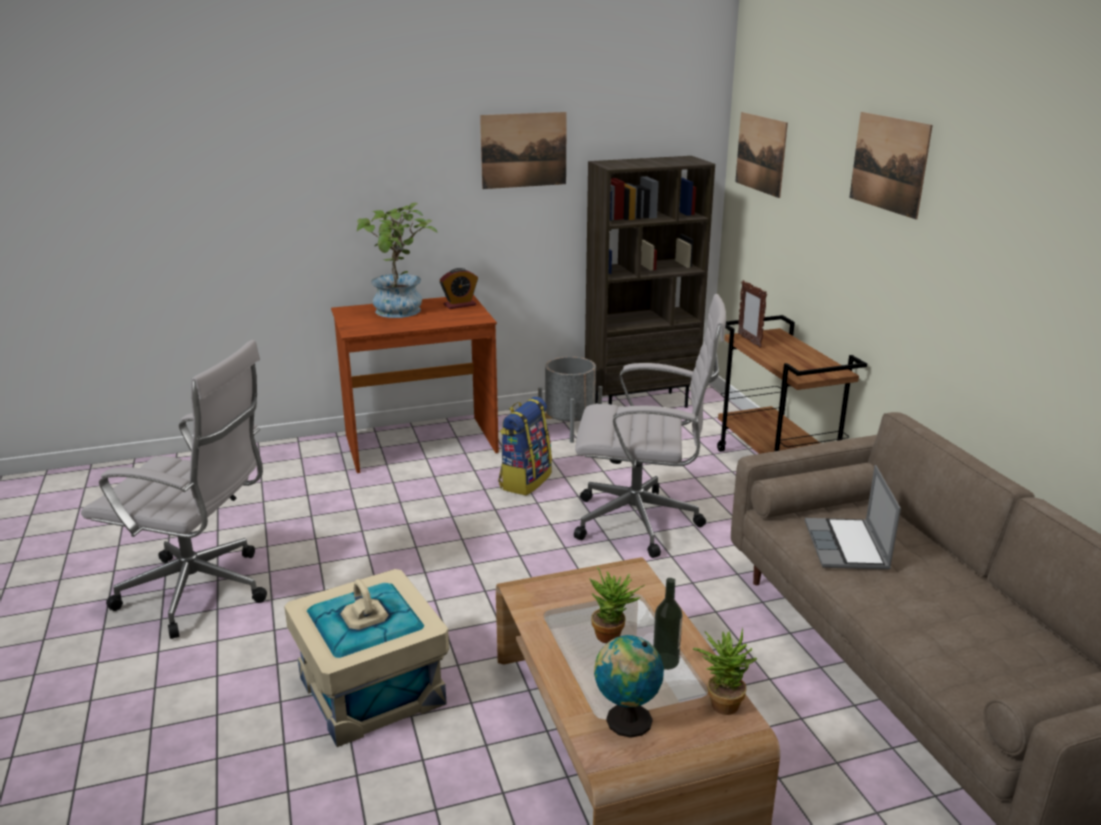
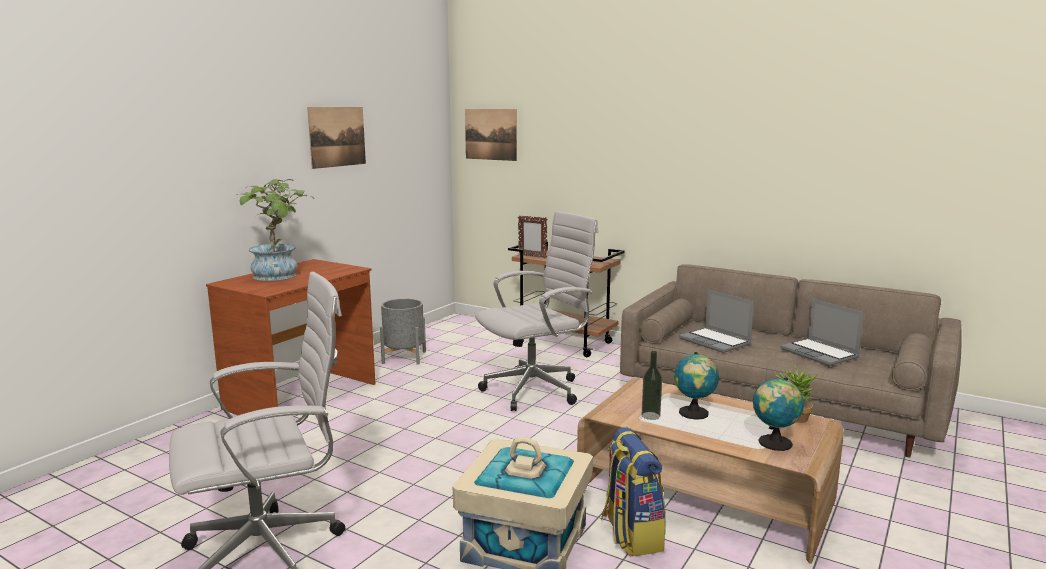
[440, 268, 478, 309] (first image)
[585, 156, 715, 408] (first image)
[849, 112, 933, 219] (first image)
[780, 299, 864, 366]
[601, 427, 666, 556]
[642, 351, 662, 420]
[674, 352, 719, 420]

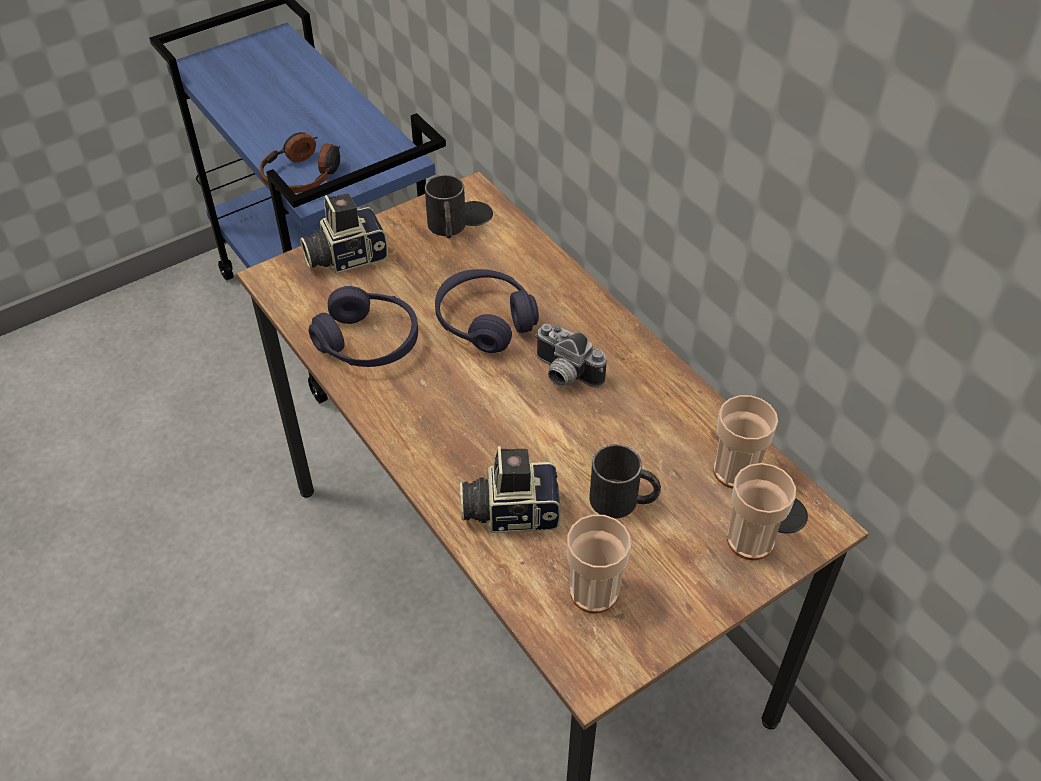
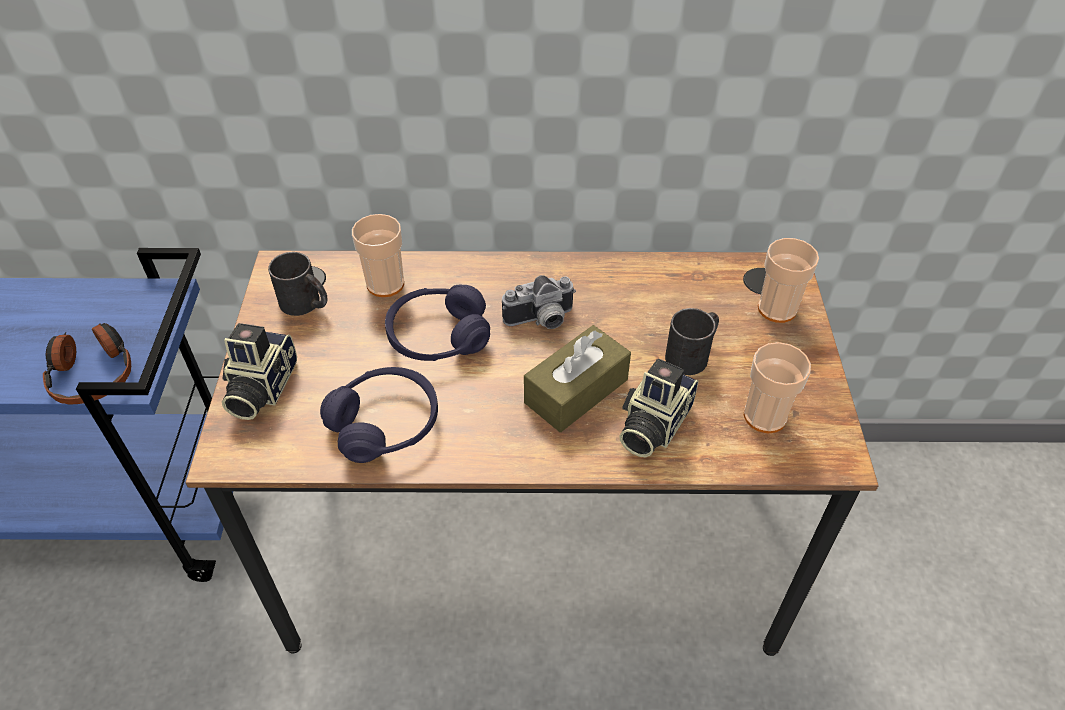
[524, 325, 631, 432]
[352, 214, 404, 297]

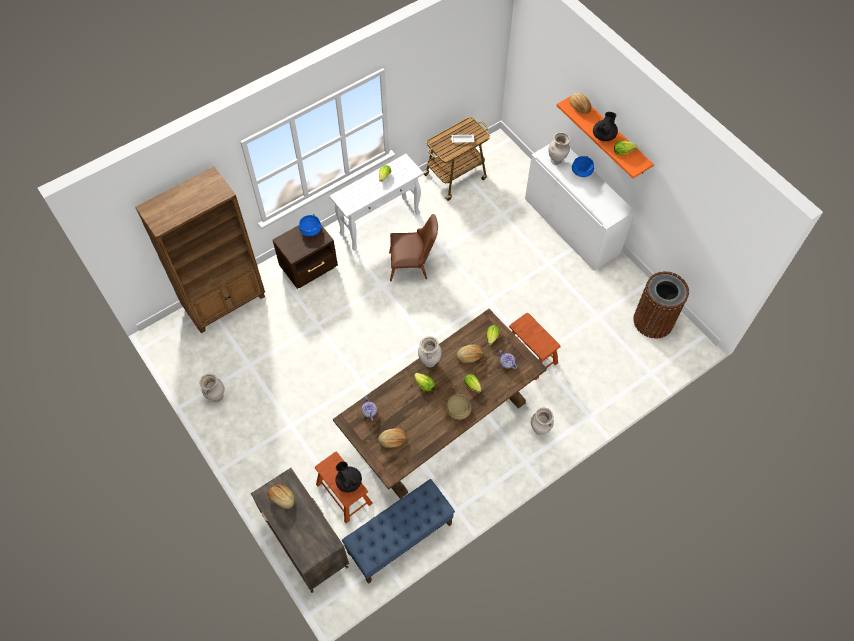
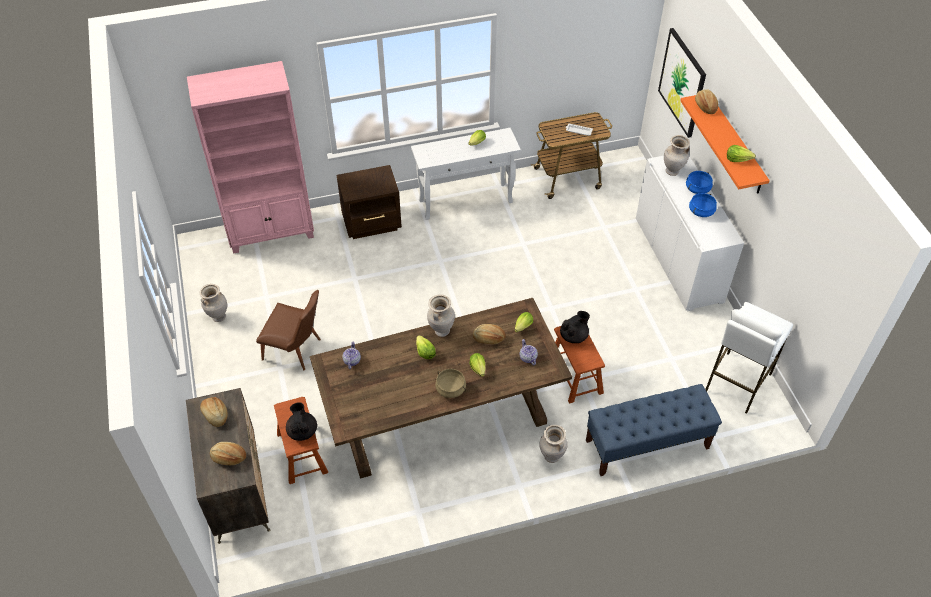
[658, 28, 706, 138]
[689, 193, 717, 217]
[586, 384, 722, 476]
[210, 442, 246, 465]
[256, 290, 321, 371]
[560, 311, 590, 343]
[705, 302, 793, 414]
[187, 61, 314, 254]

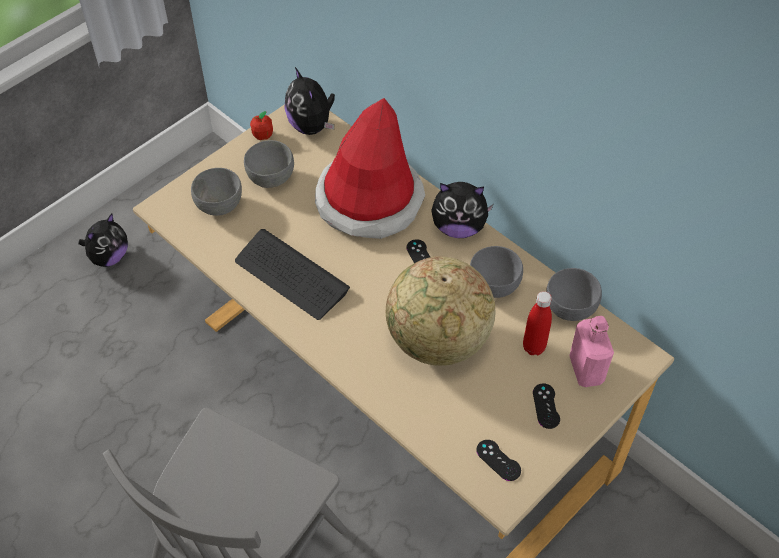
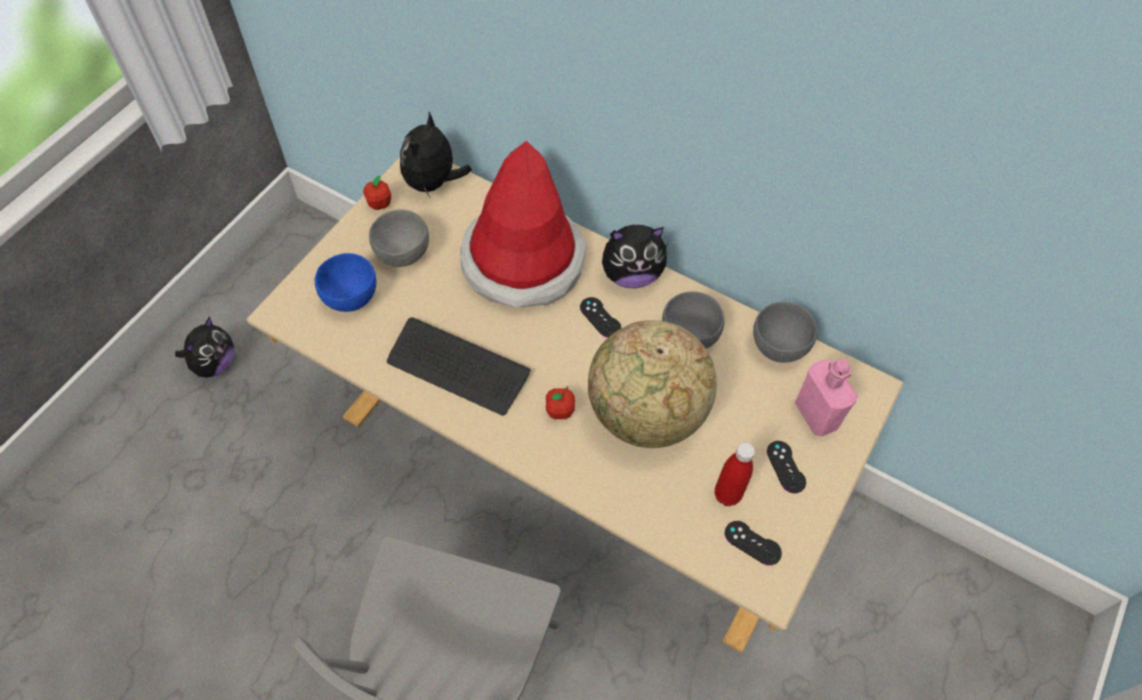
[546, 386, 575, 419]
[715, 442, 755, 506]
[315, 253, 376, 312]
[400, 112, 472, 197]

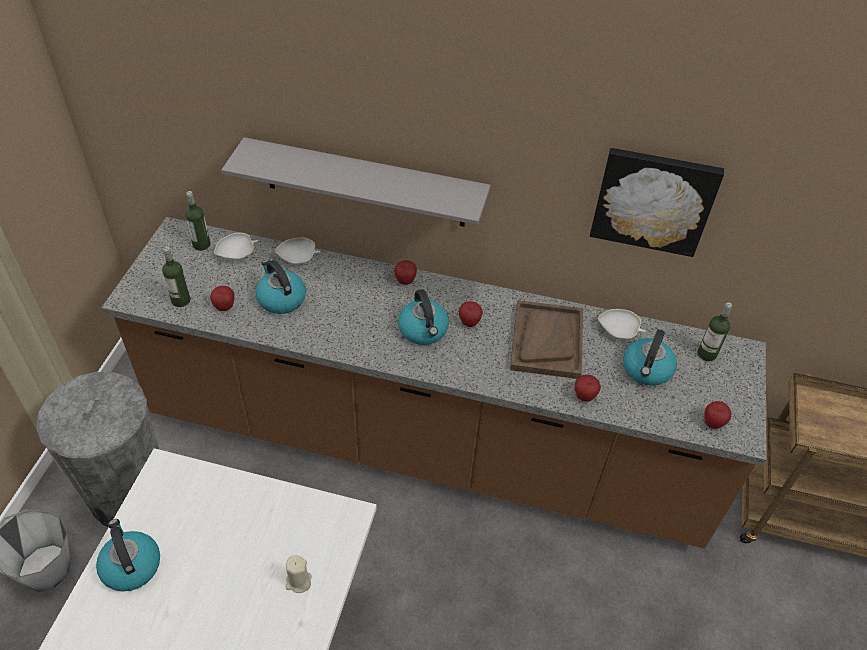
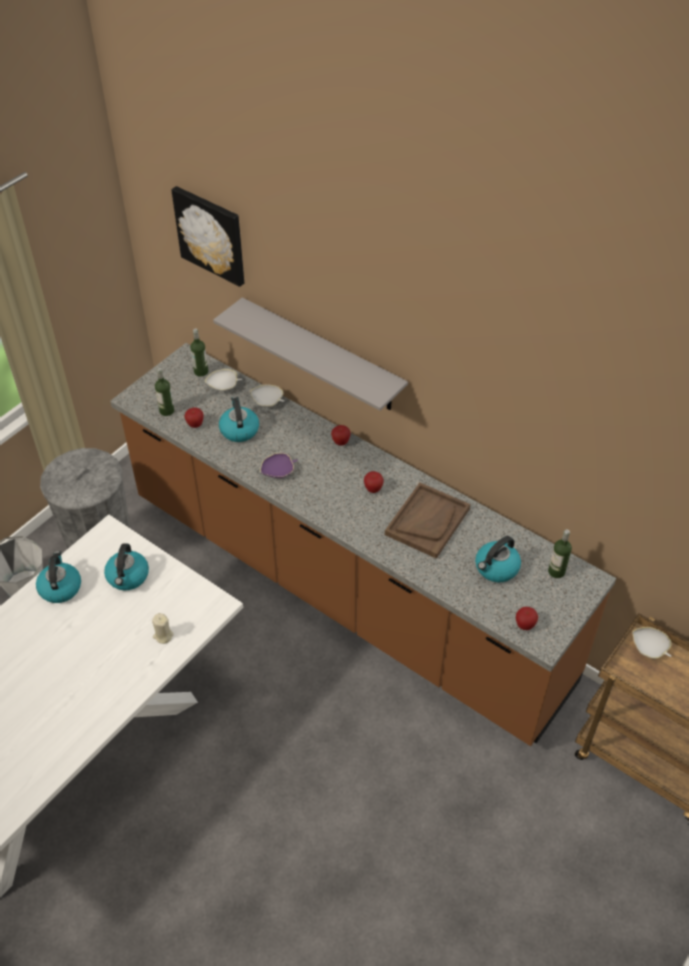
[575, 375, 601, 402] (first image)
[260, 453, 298, 478]
[104, 543, 149, 590]
[171, 186, 244, 287]
[632, 627, 672, 659]

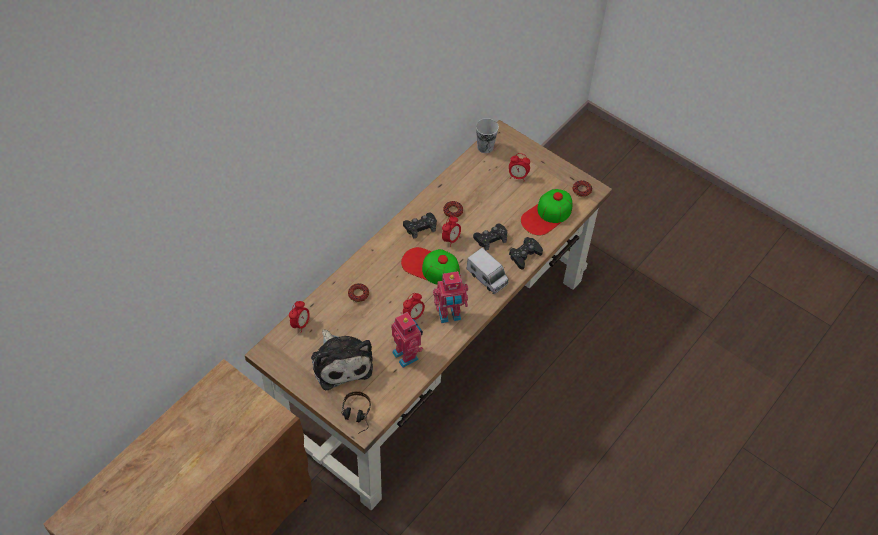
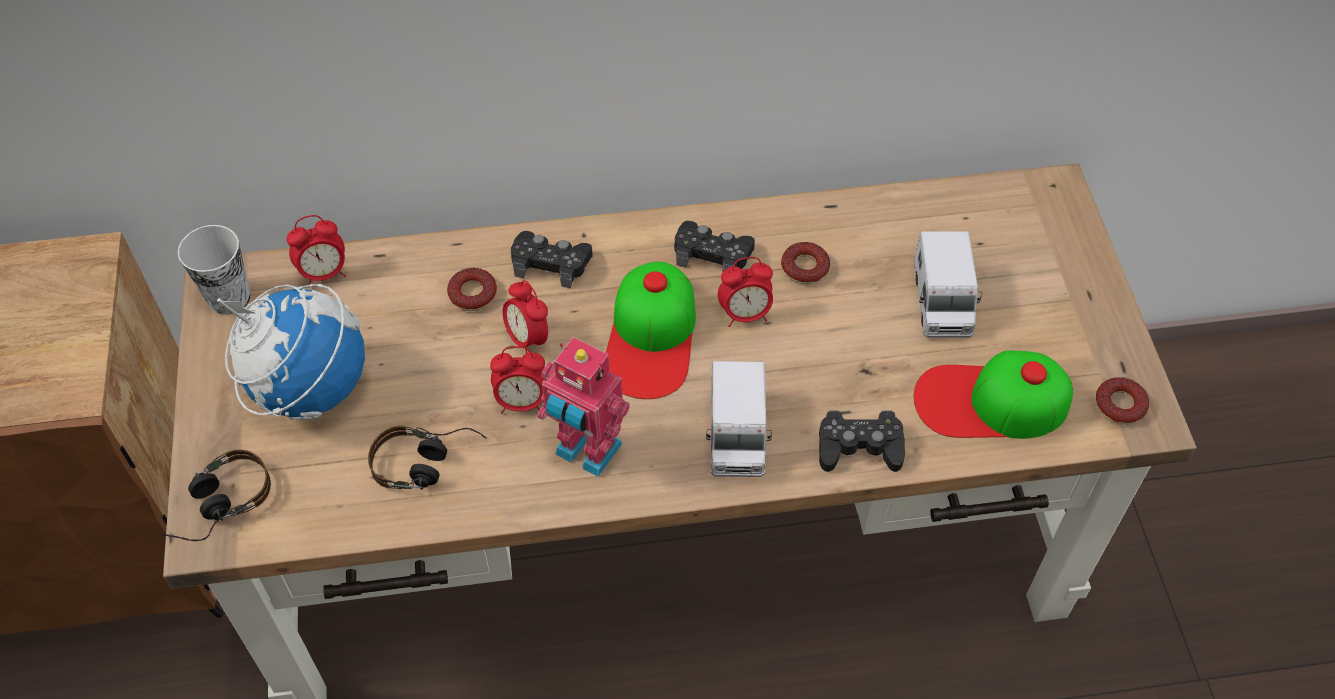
[913, 231, 983, 338]
[511, 231, 593, 288]
[178, 225, 251, 315]
[503, 280, 548, 353]
[217, 284, 365, 420]
[368, 426, 487, 490]
[606, 262, 696, 399]

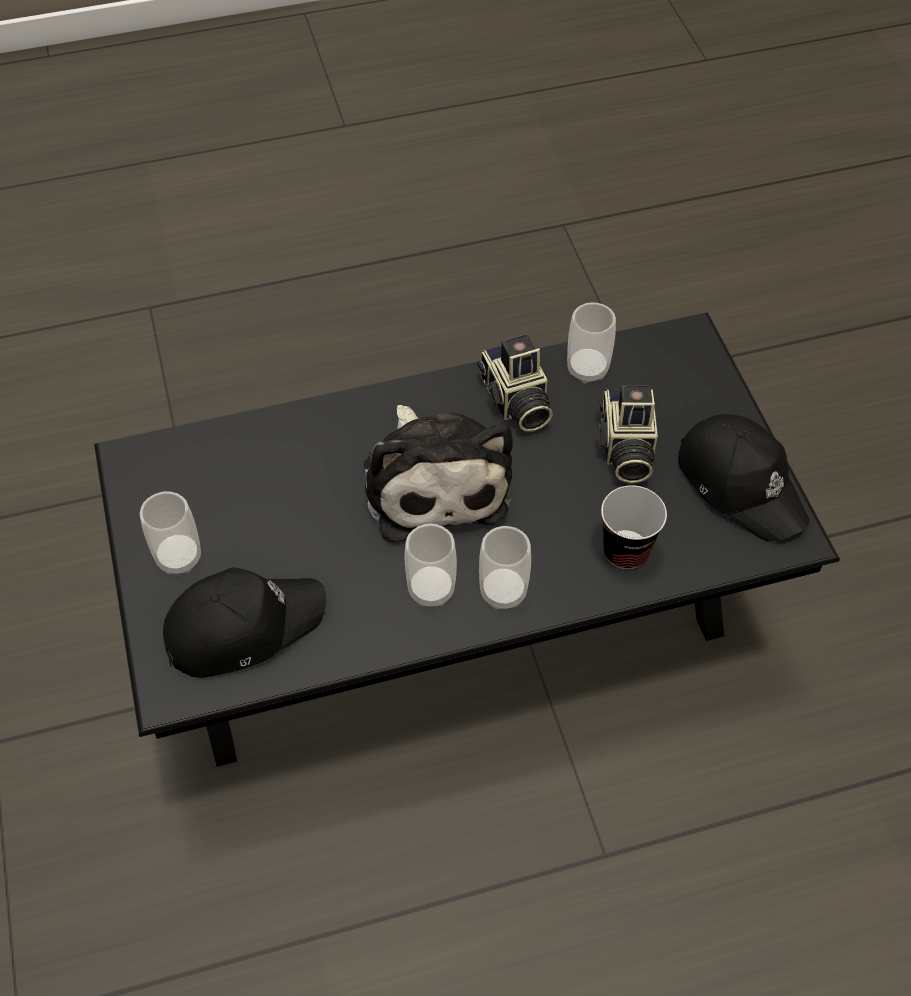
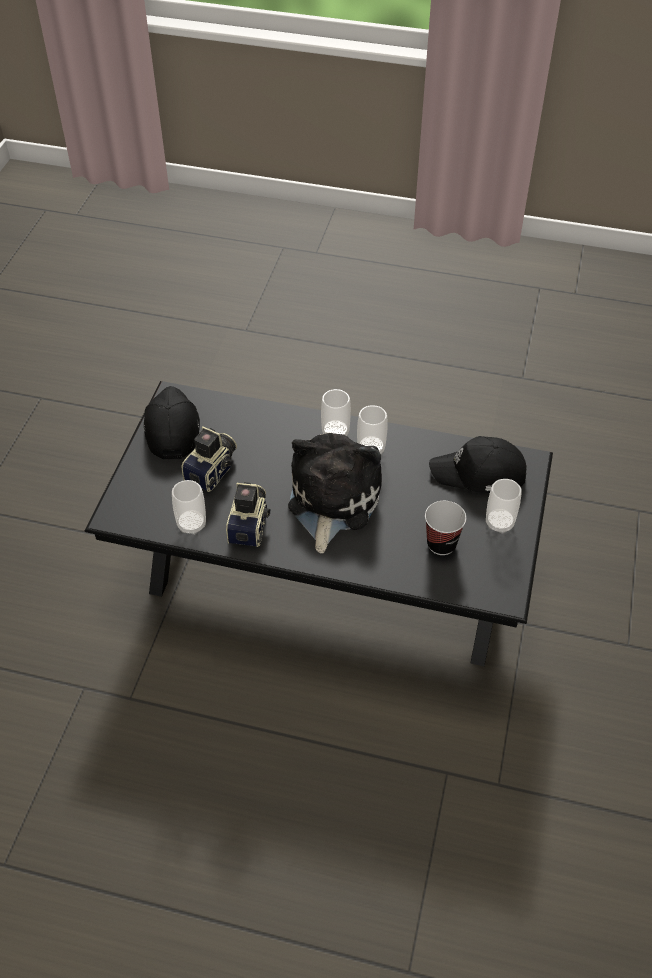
[425, 501, 466, 555]

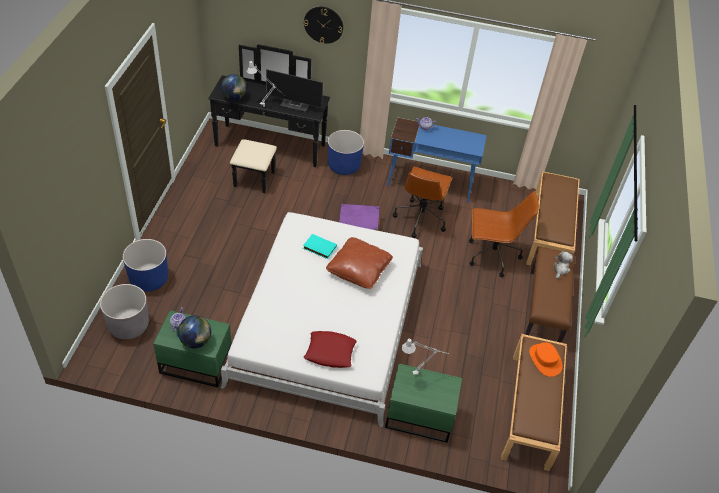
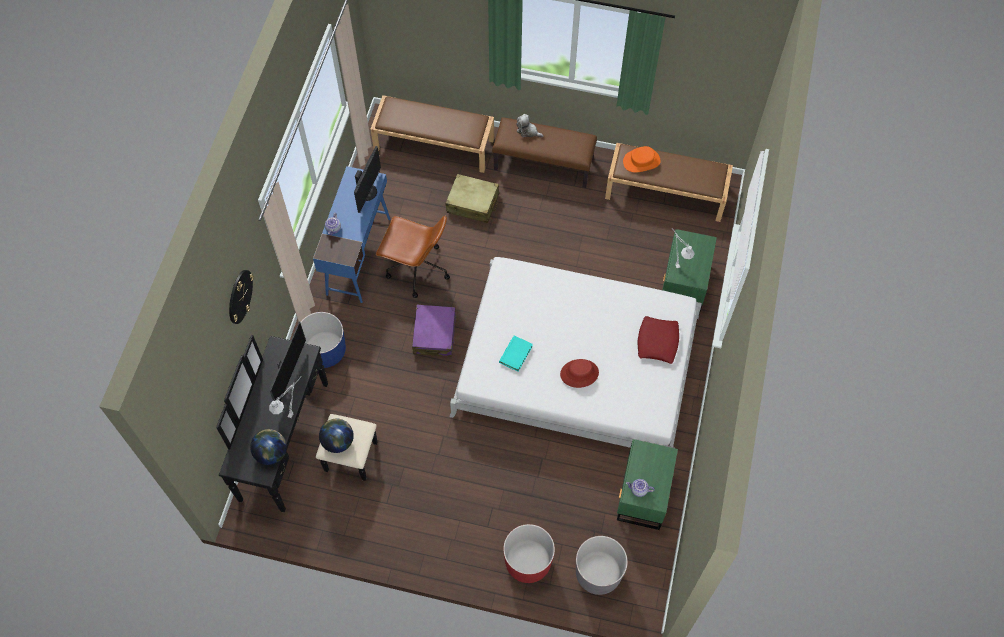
[326, 237, 393, 289] (first image)
[354, 146, 381, 213]
[560, 359, 599, 388]
[319, 419, 354, 453]
[445, 174, 499, 223]
[503, 524, 555, 583]

